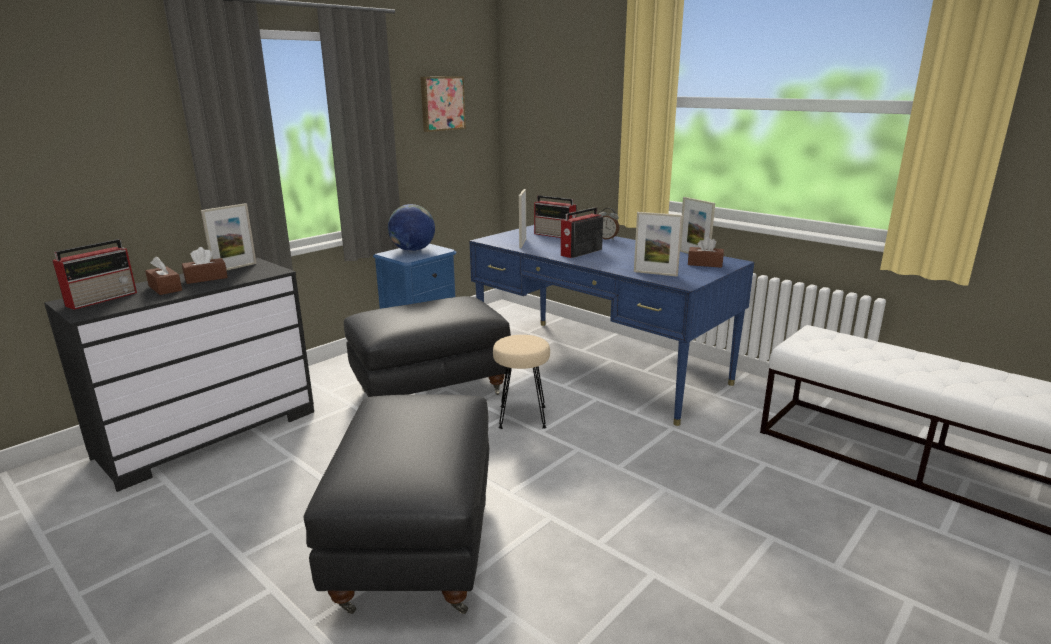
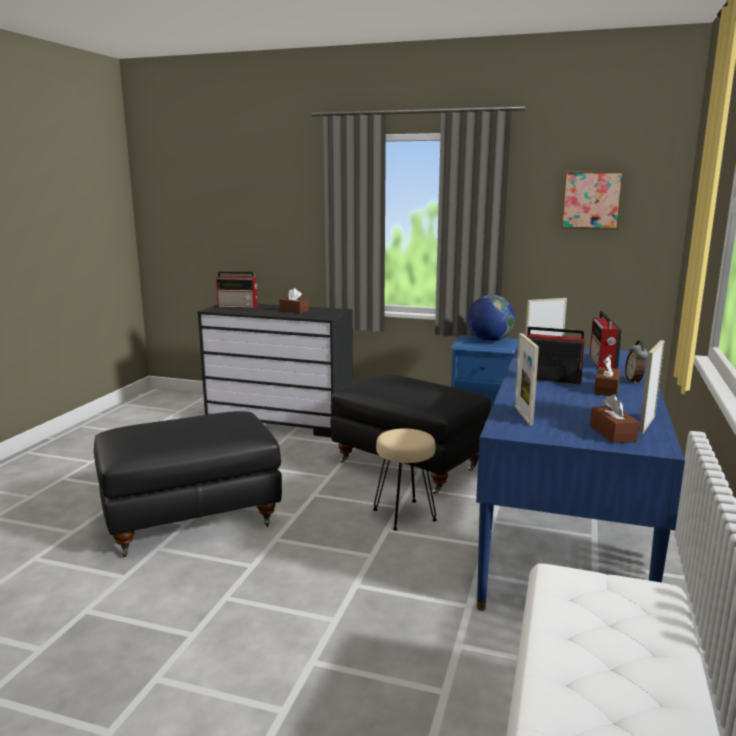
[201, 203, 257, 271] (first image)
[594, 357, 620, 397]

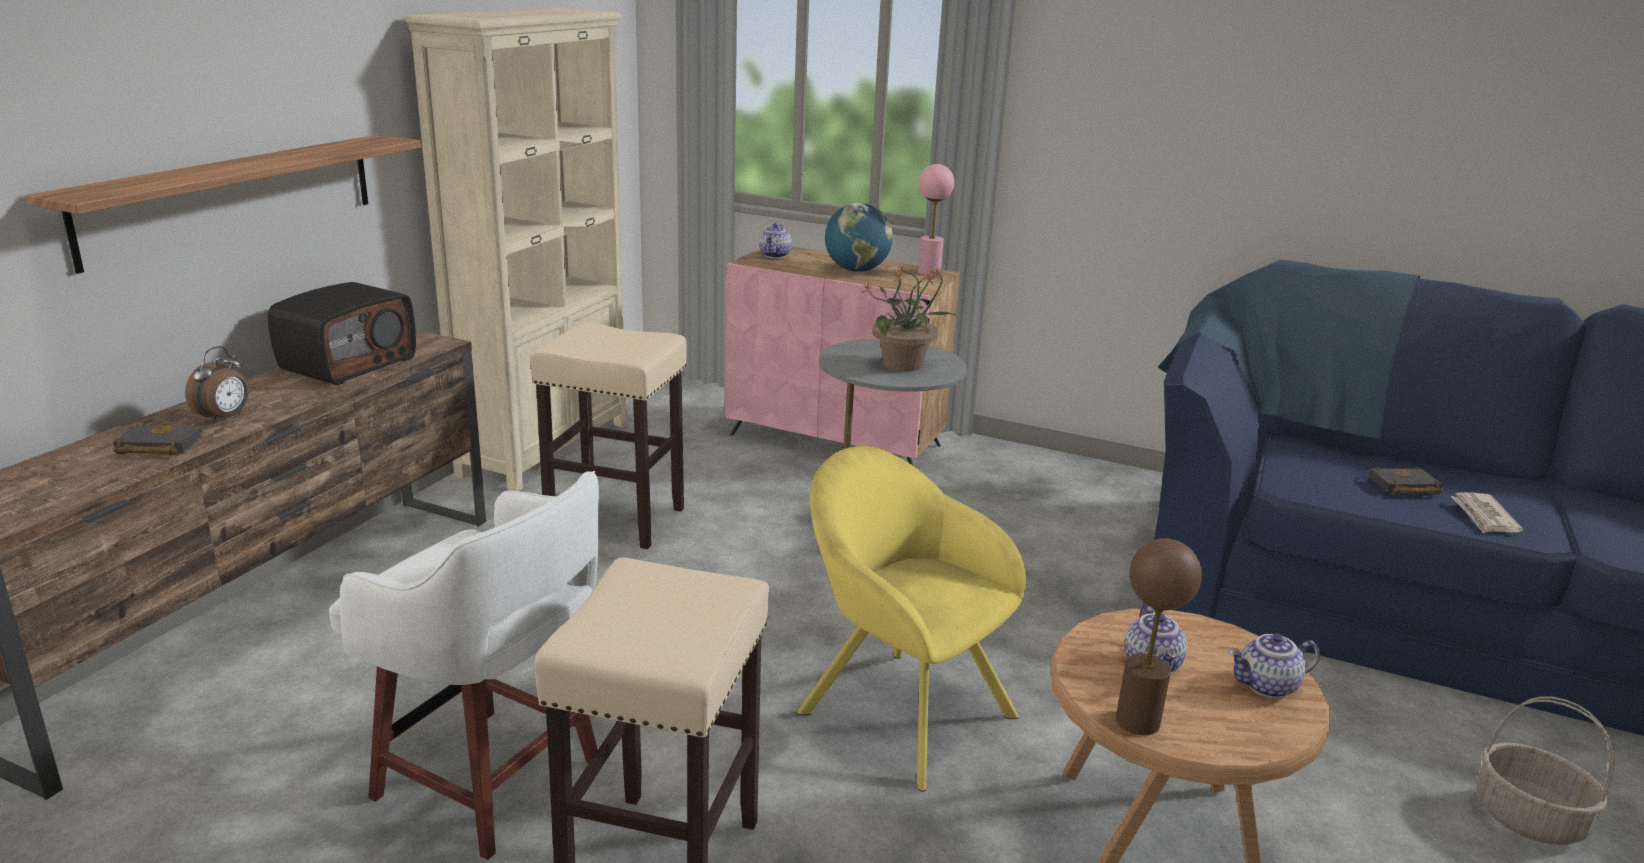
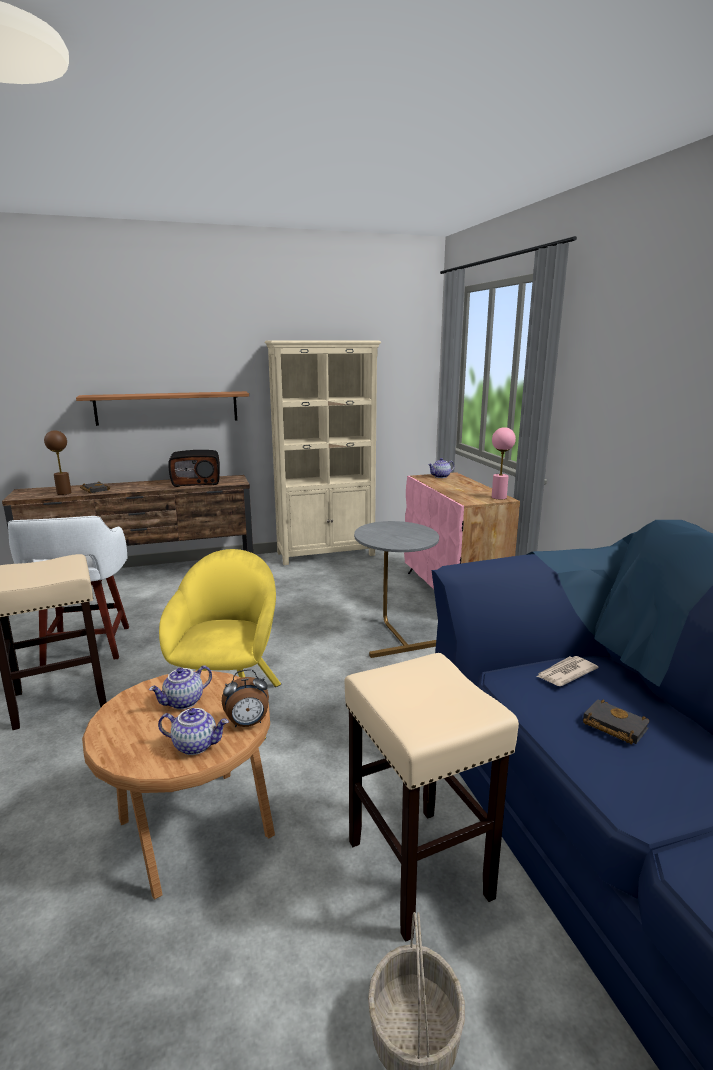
[825, 203, 893, 272] (first image)
[863, 266, 958, 372] (first image)
[222, 670, 269, 728]
[344, 653, 519, 942]
[44, 430, 72, 495]
[537, 656, 599, 686]
[158, 708, 229, 755]

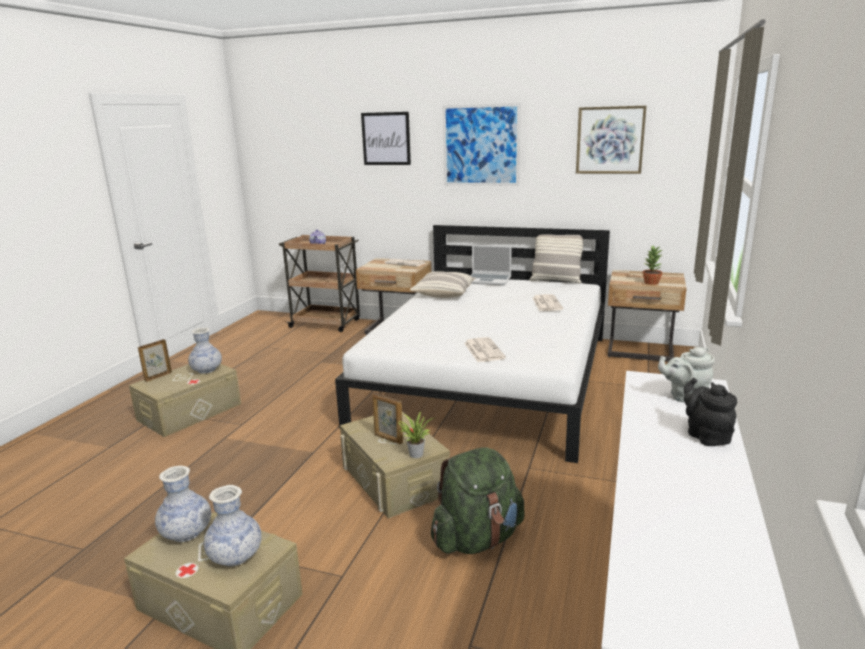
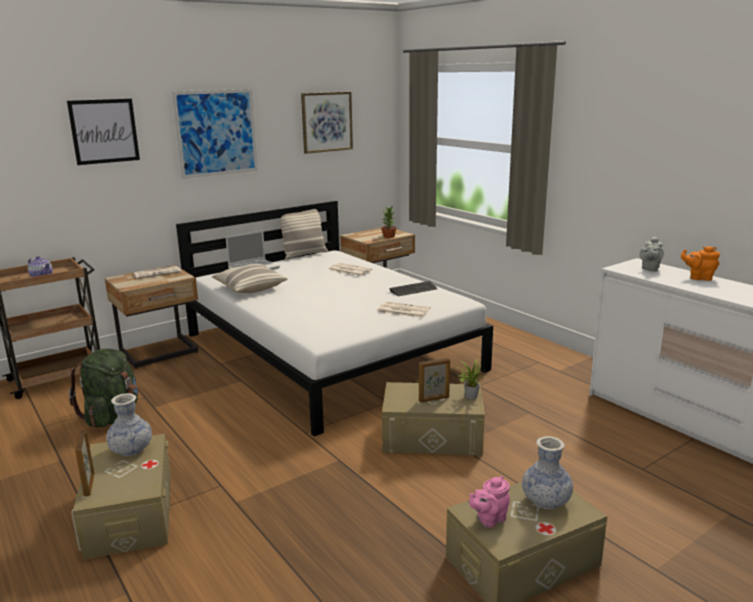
[389, 281, 437, 296]
[69, 349, 138, 428]
[469, 476, 510, 528]
[681, 246, 720, 281]

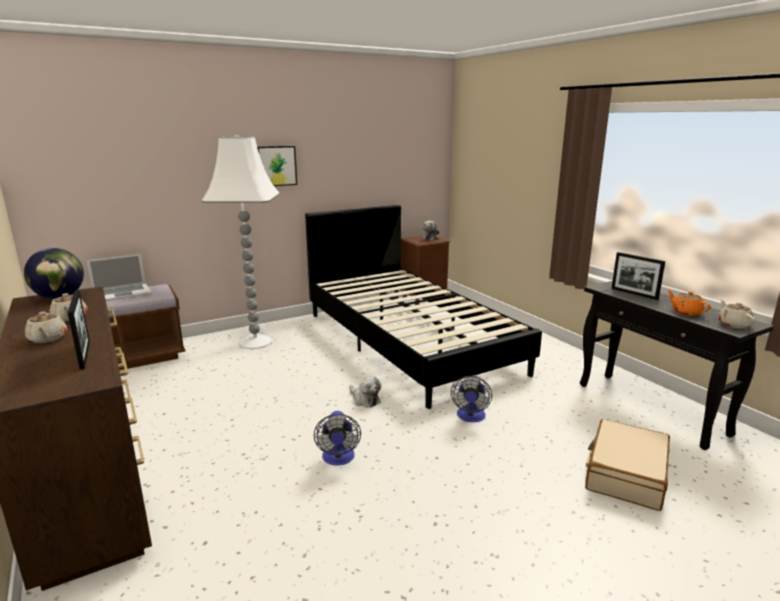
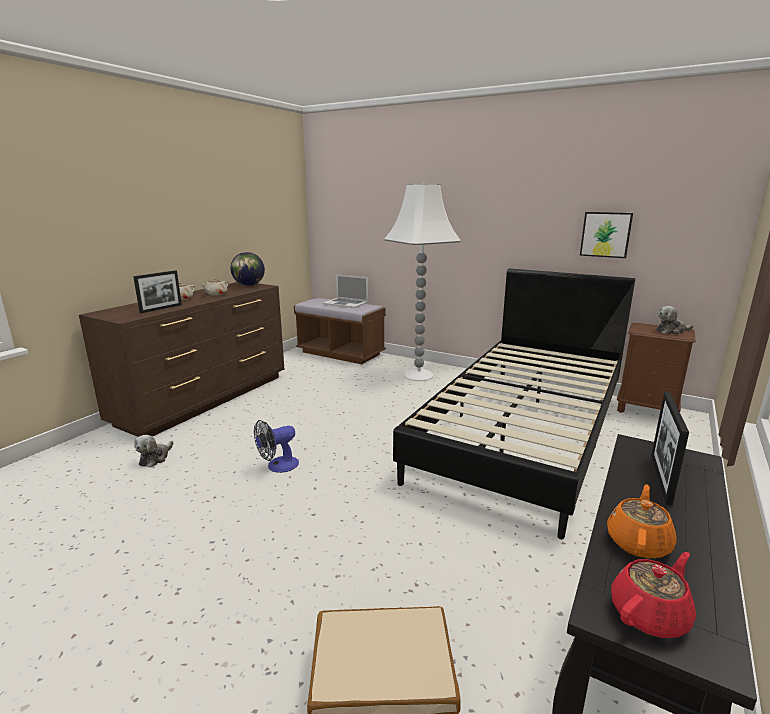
[451, 375, 492, 422] (first image)
[580, 212, 633, 258]
[134, 435, 173, 467]
[611, 552, 696, 638]

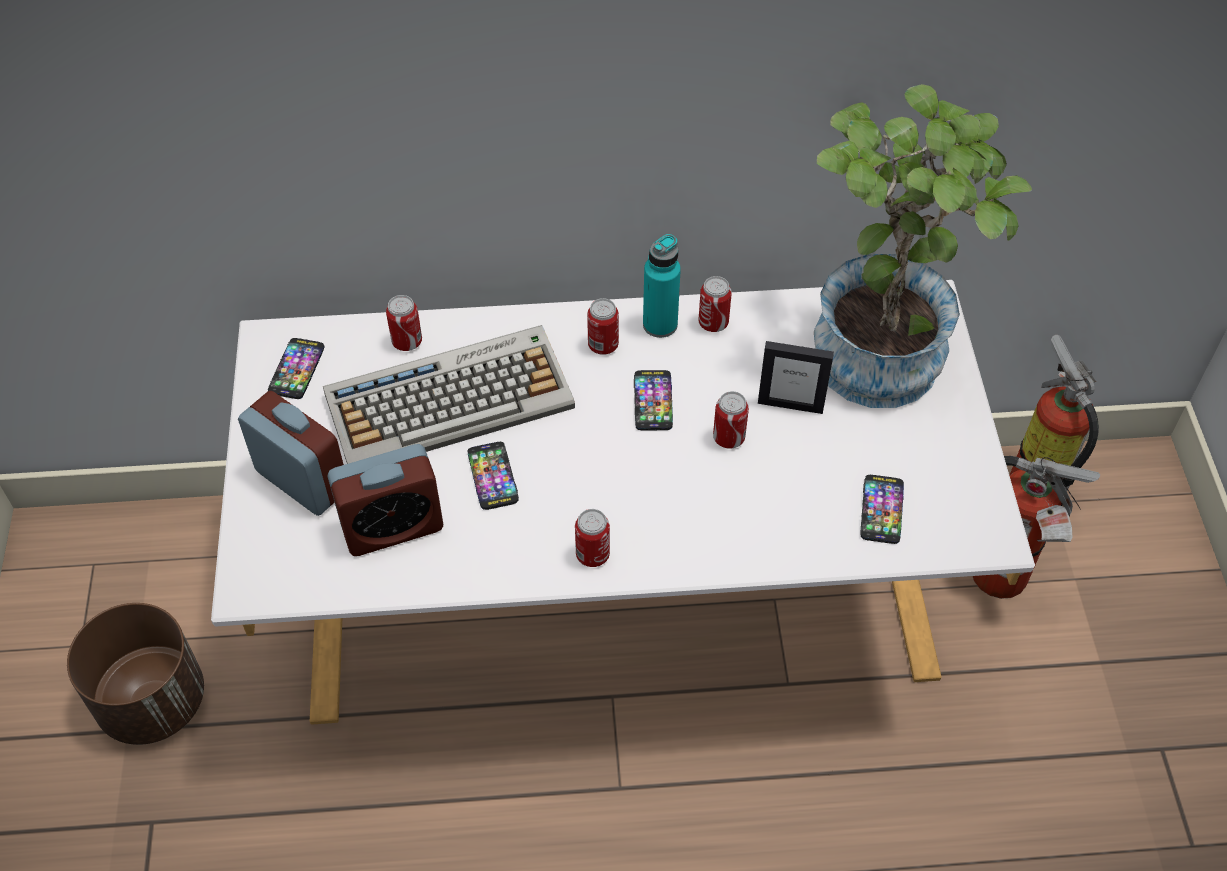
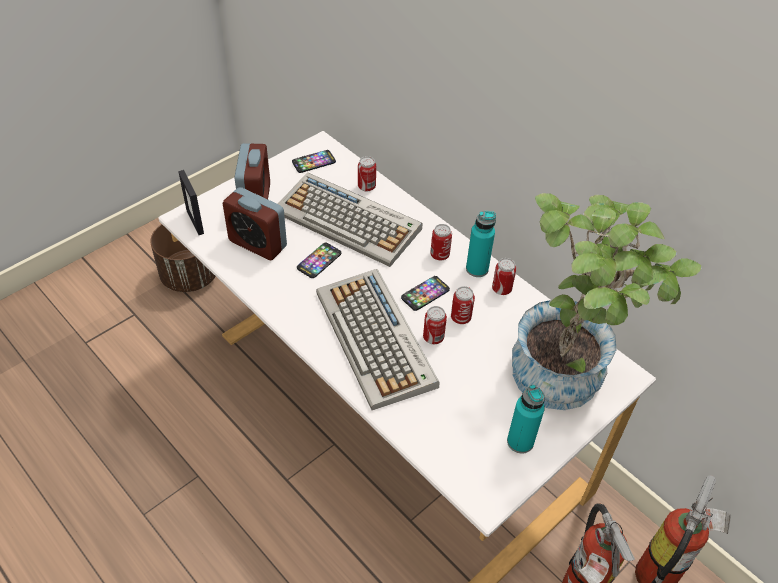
[861, 475, 904, 544] (first image)
[316, 269, 439, 410]
[507, 385, 545, 454]
[451, 286, 475, 324]
[178, 170, 204, 235]

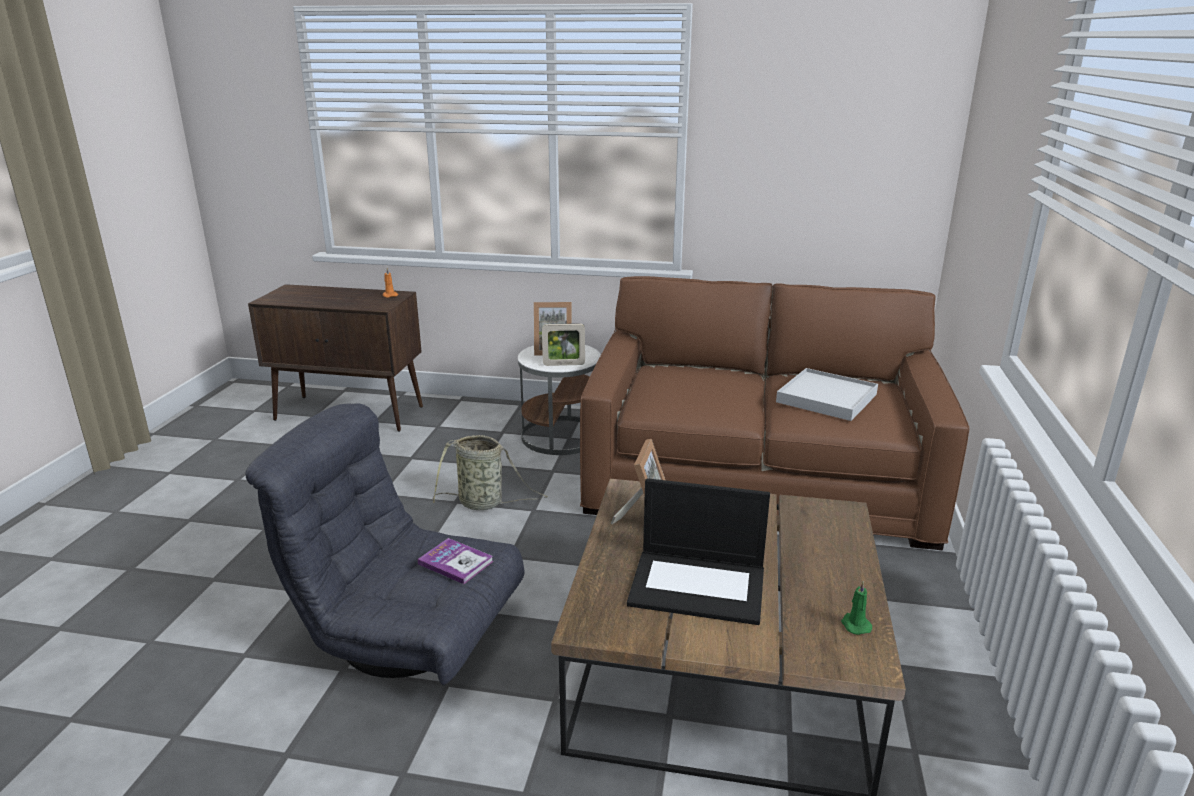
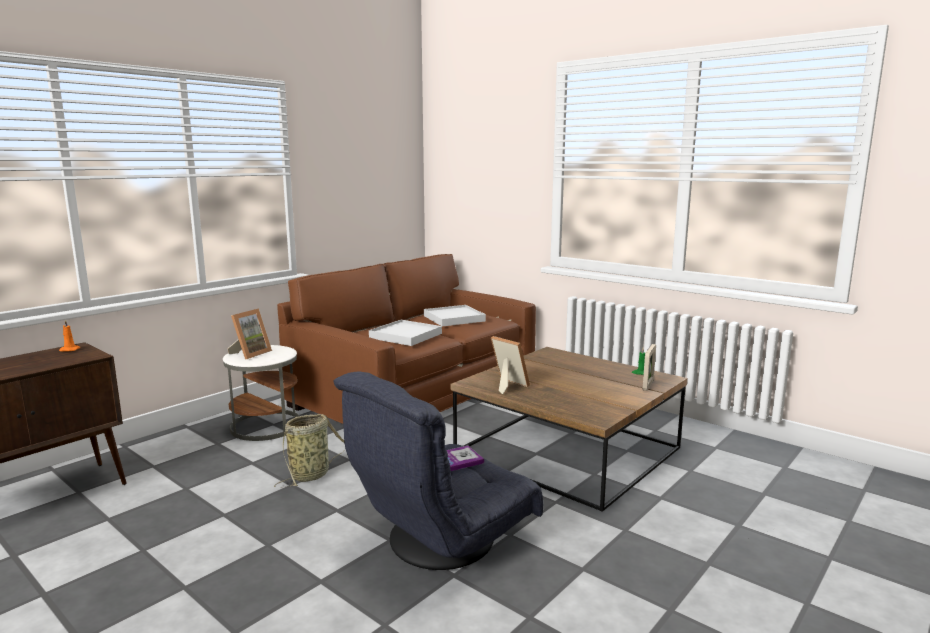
[627, 478, 770, 625] (first image)
[369, 320, 442, 346]
[643, 344, 656, 391]

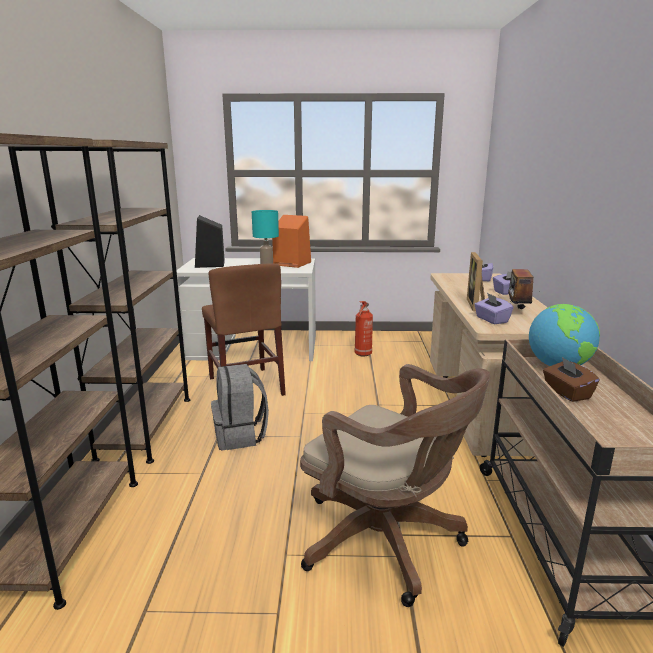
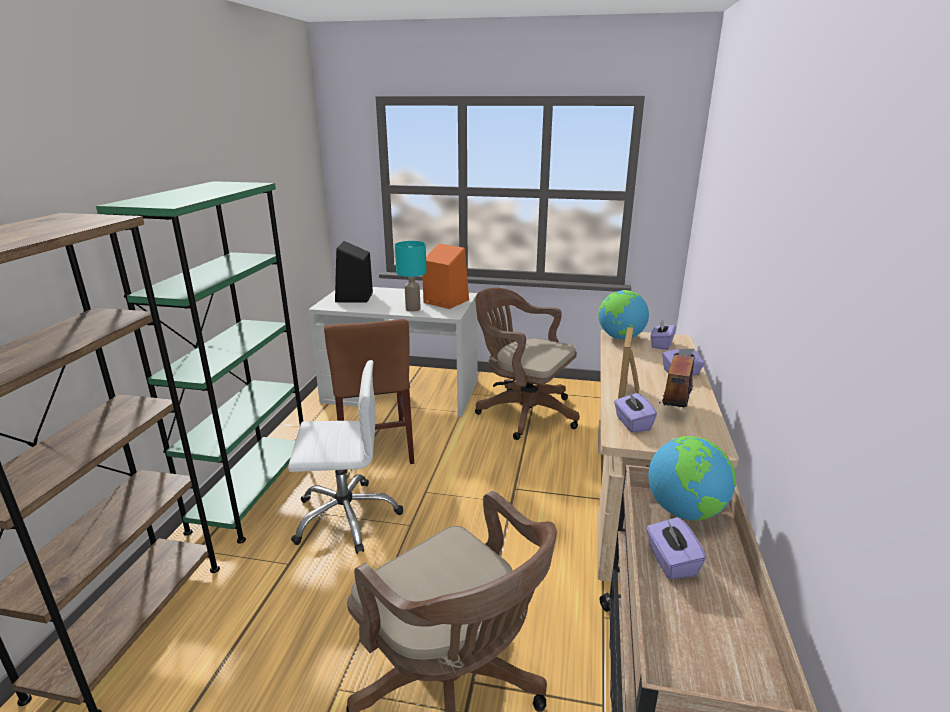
[598, 290, 649, 340]
[288, 360, 403, 554]
[475, 288, 580, 440]
[96, 181, 303, 544]
[646, 517, 706, 579]

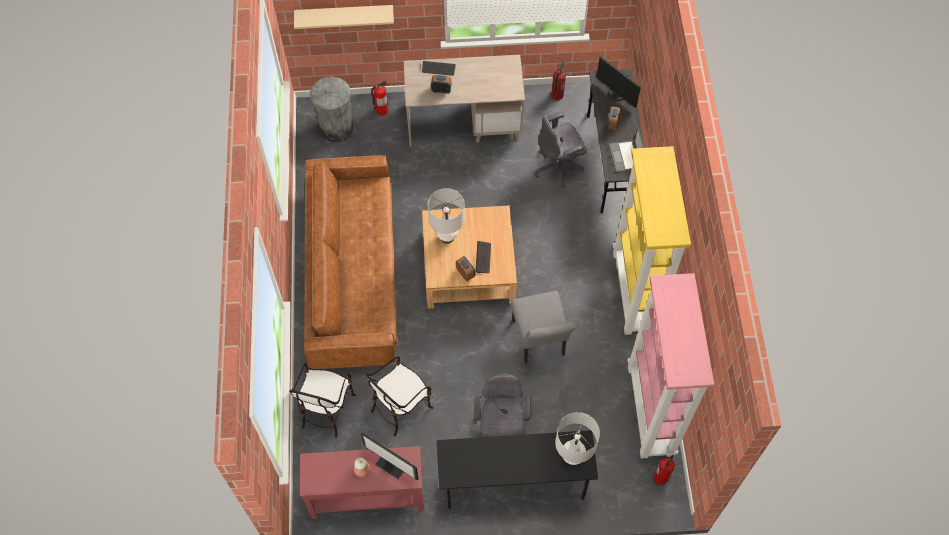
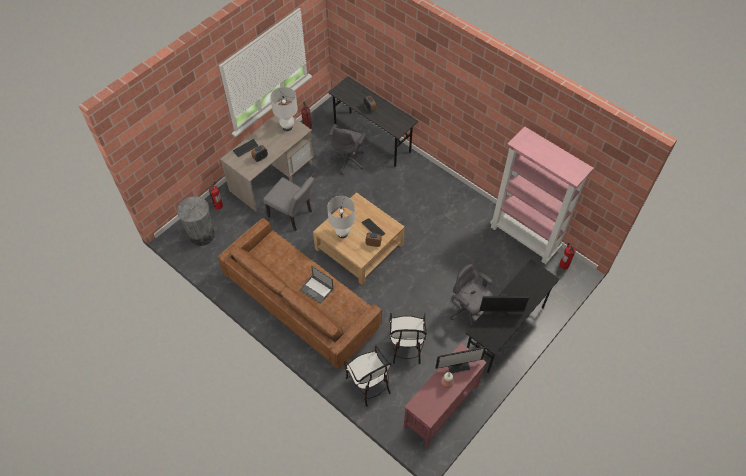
[294, 5, 394, 29] (first image)
[613, 146, 691, 335] (first image)
[263, 177, 314, 231]
[270, 87, 298, 131]
[479, 294, 529, 317]
[300, 266, 333, 304]

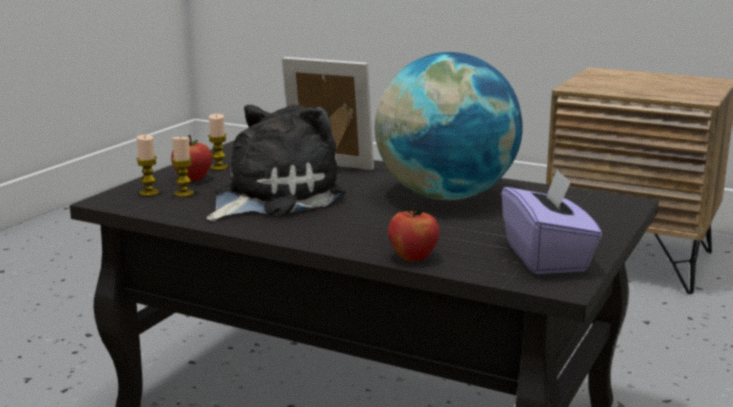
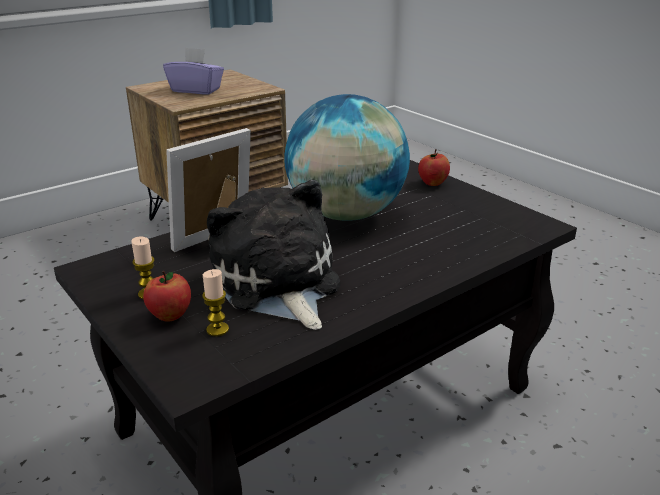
[136, 135, 159, 196] (first image)
[418, 149, 450, 186]
[163, 47, 224, 94]

